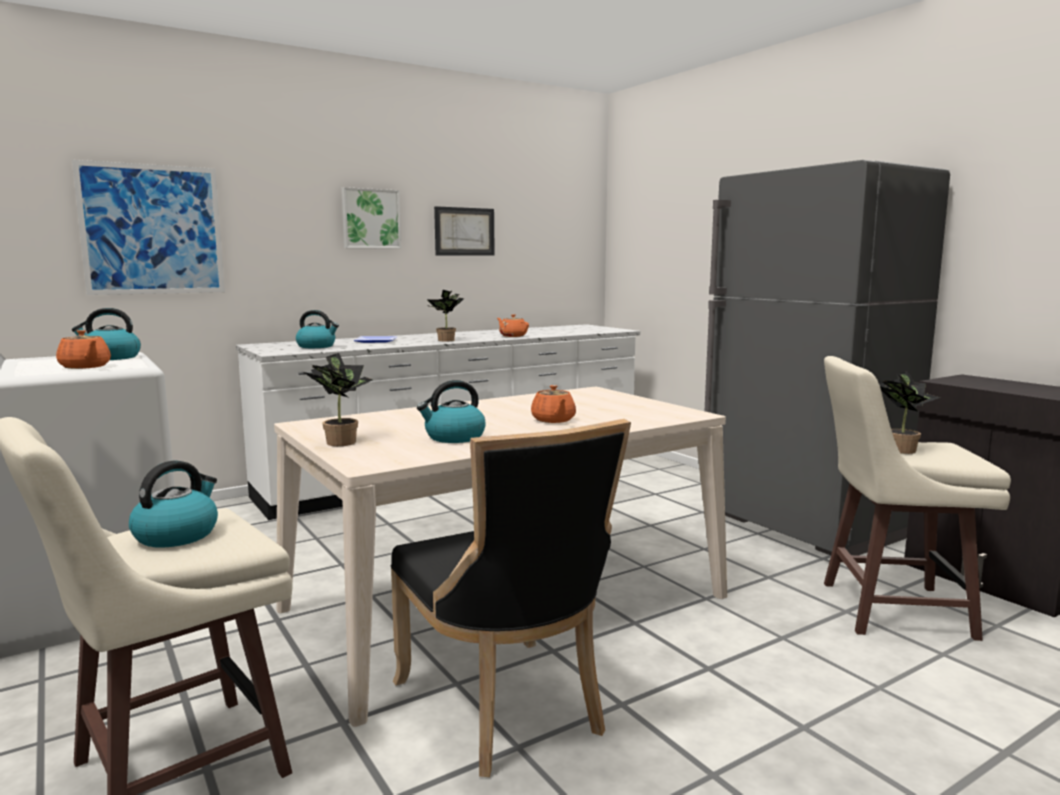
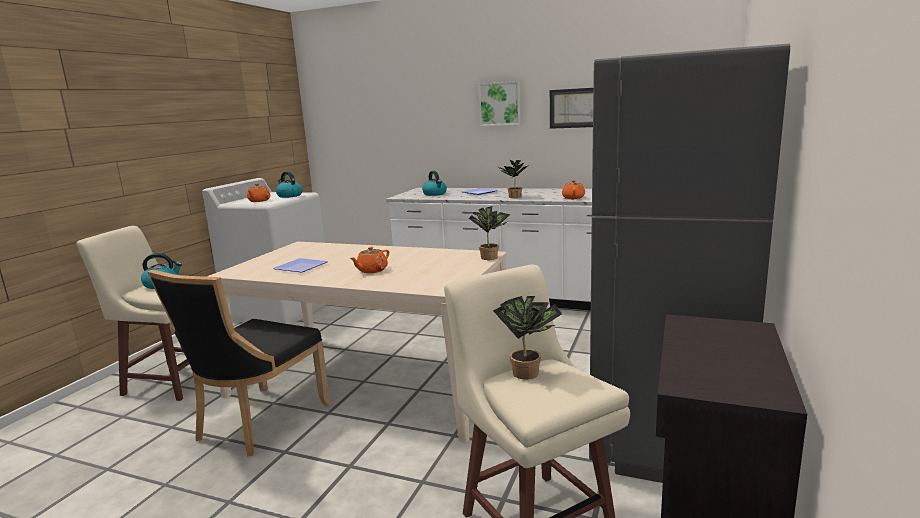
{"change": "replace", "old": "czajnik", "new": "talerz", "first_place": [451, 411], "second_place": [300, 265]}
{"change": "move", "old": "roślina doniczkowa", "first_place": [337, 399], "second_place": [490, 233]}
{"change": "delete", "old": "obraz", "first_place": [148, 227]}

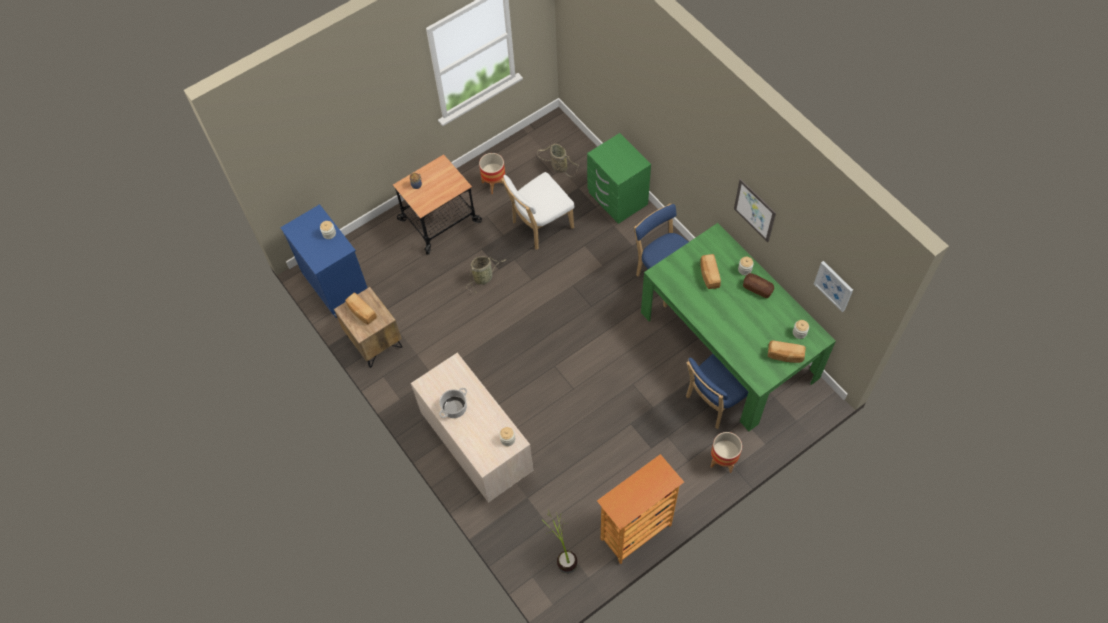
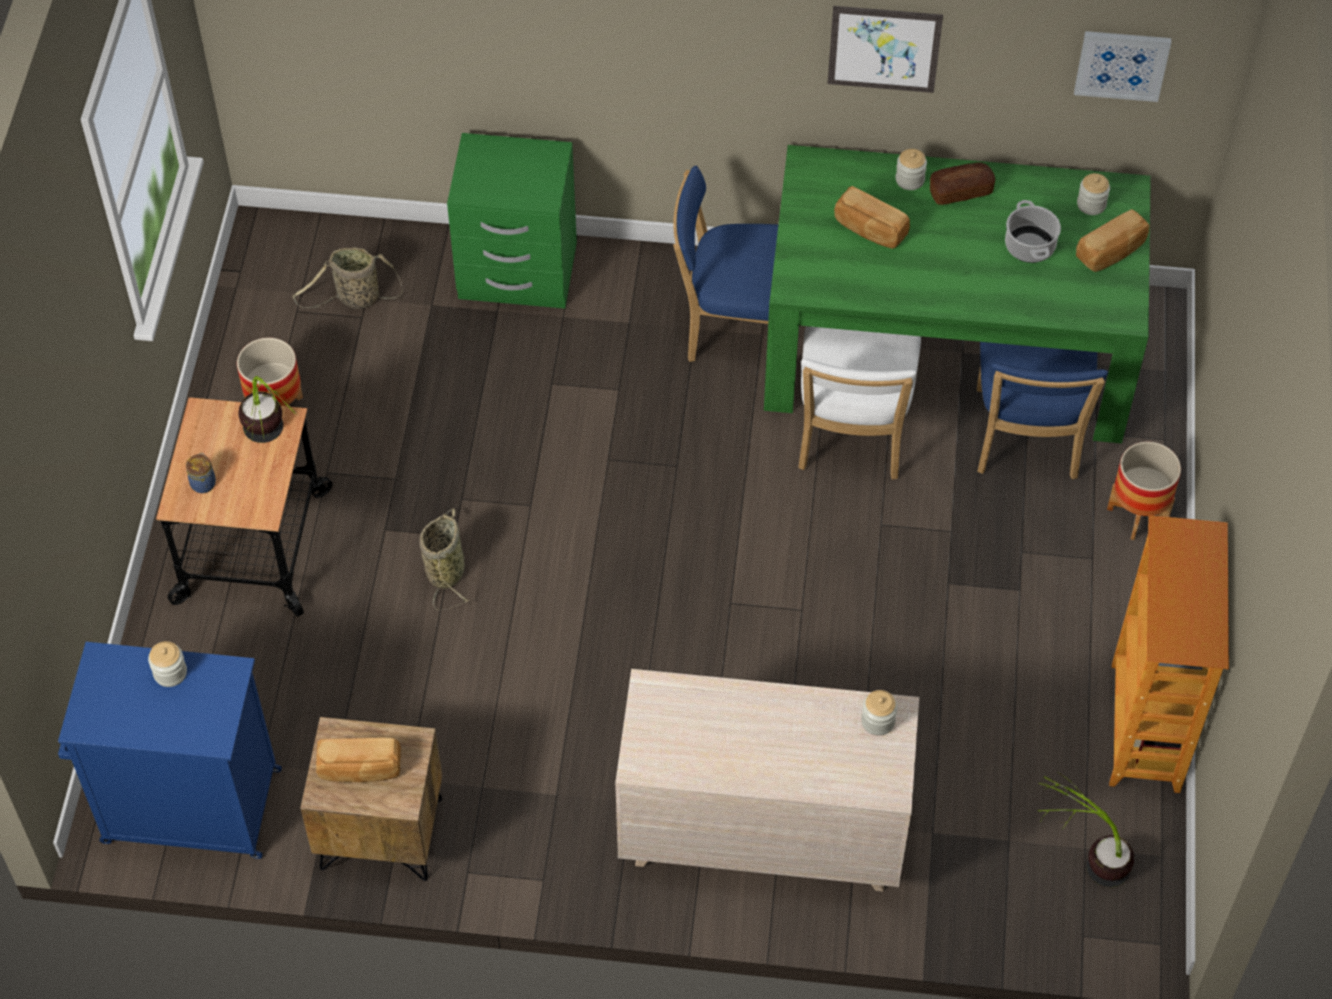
{"change": "insert", "new": "roślina doniczkowa", "second_place": [268, 409]}
{"change": "move", "old": "krzesło [biały]", "first_place": [538, 211], "second_place": [859, 403]}
{"change": "move", "old": "garnek", "first_place": [453, 403], "second_place": [1033, 231]}

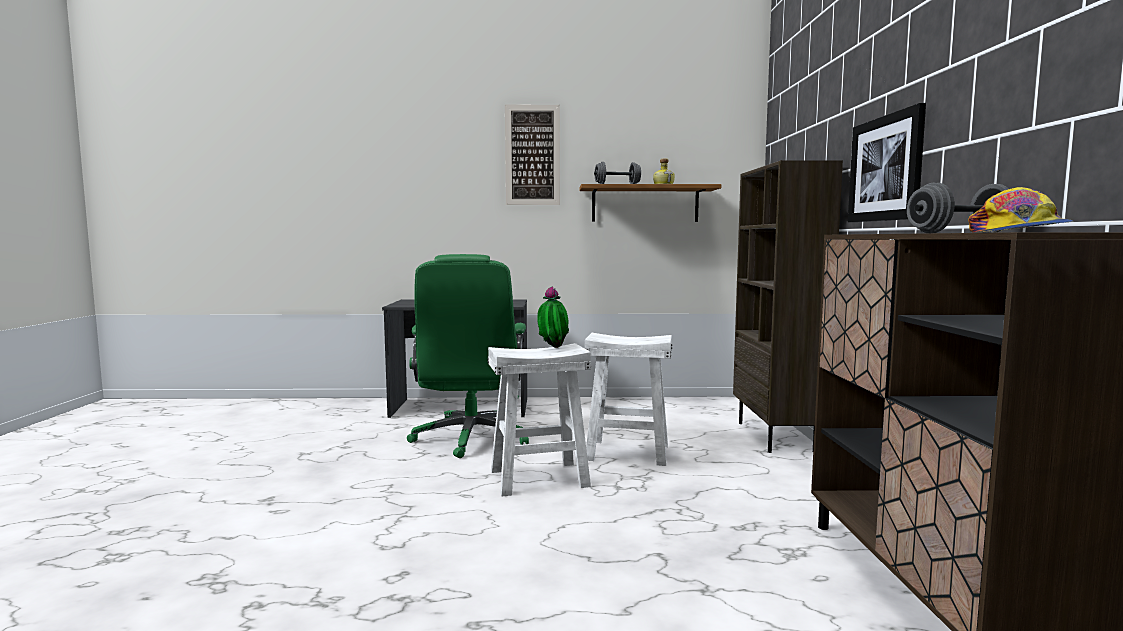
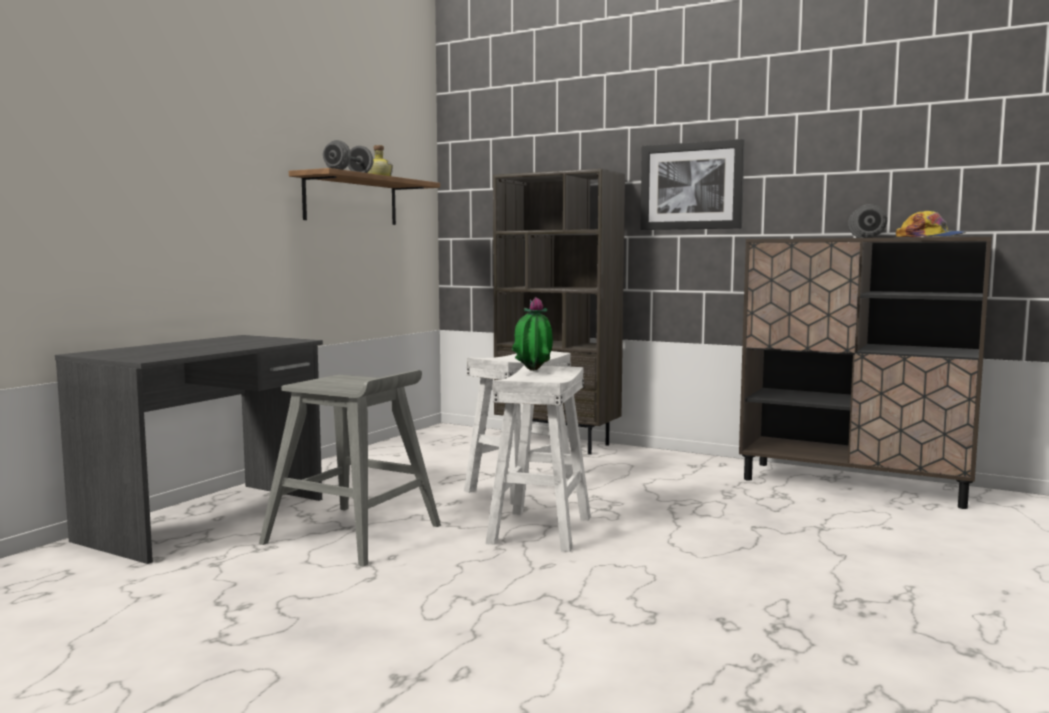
{"change": "replace", "old": "krzesło biurowe [zielony]", "new": "stołek [szary]", "first_place": [468, 356], "second_place": [350, 468]}
{"change": "delete", "old": "obraz", "first_place": [532, 155]}

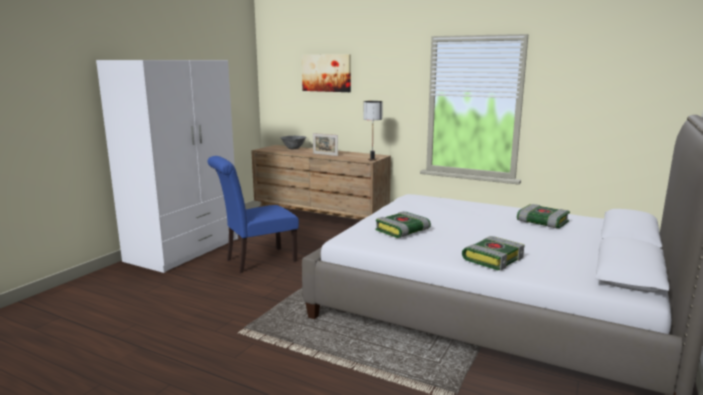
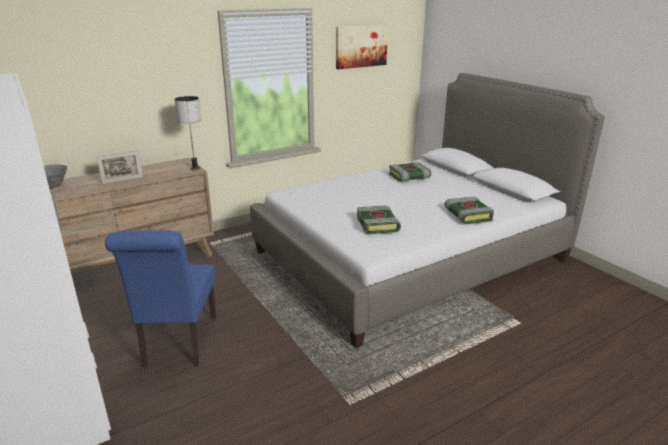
{"change": "move", "old": "obraz", "first_place": [326, 73], "second_place": [362, 46]}

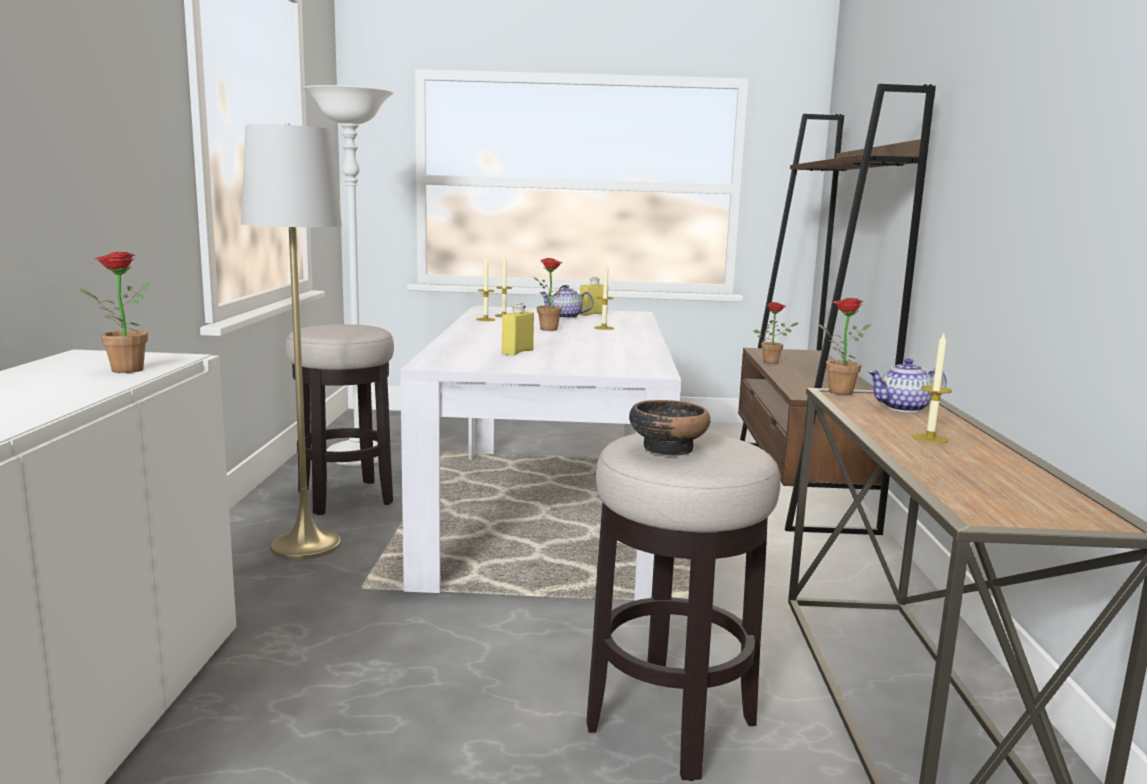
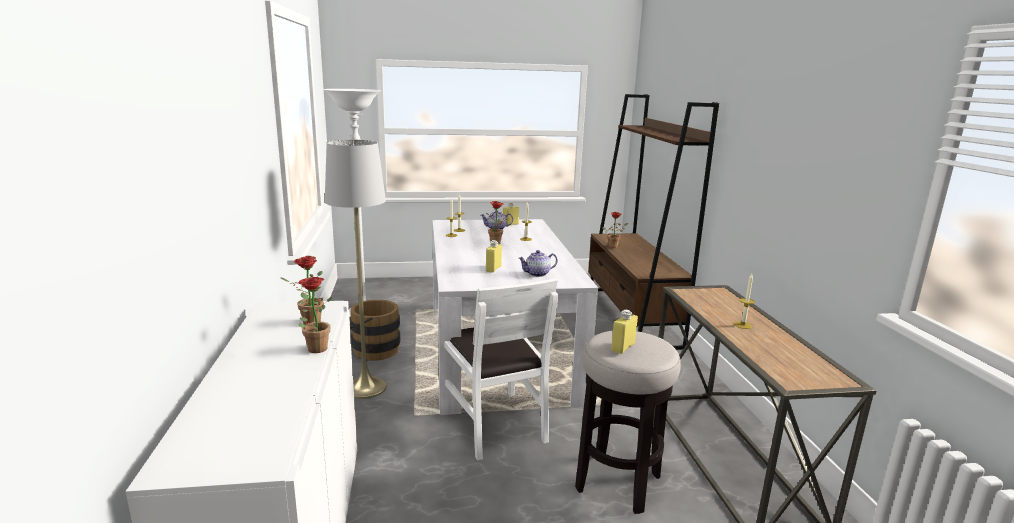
{"change": "move", "old": "roślina doniczkowa", "first_place": [844, 346], "second_place": [315, 315]}
{"change": "replace", "old": "stołek", "new": "wiadro [brązowy]", "first_place": [340, 419], "second_place": [375, 330]}
{"change": "insert", "new": "krzesło [biały]", "second_place": [501, 369]}
{"change": "move", "old": "imbryk", "first_place": [907, 385], "second_place": [538, 263]}
{"change": "replace", "old": "miska", "new": "butelka [żółty]", "first_place": [670, 428], "second_place": [624, 332]}

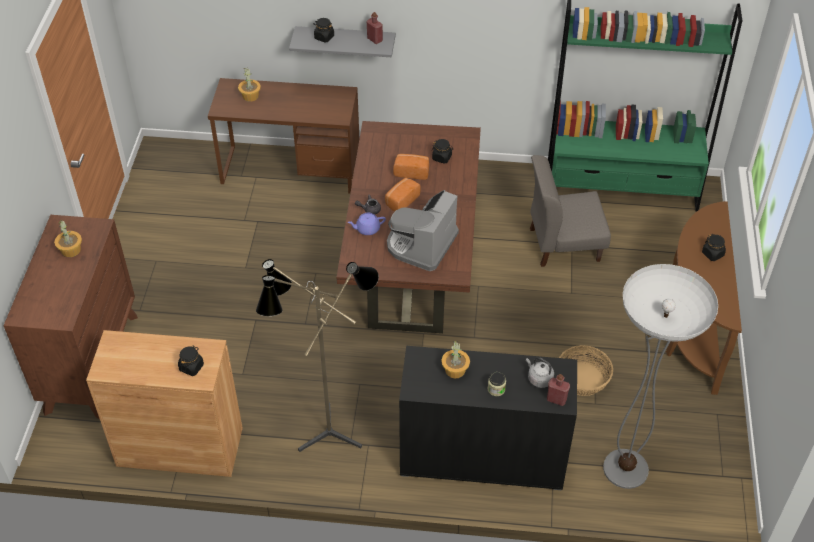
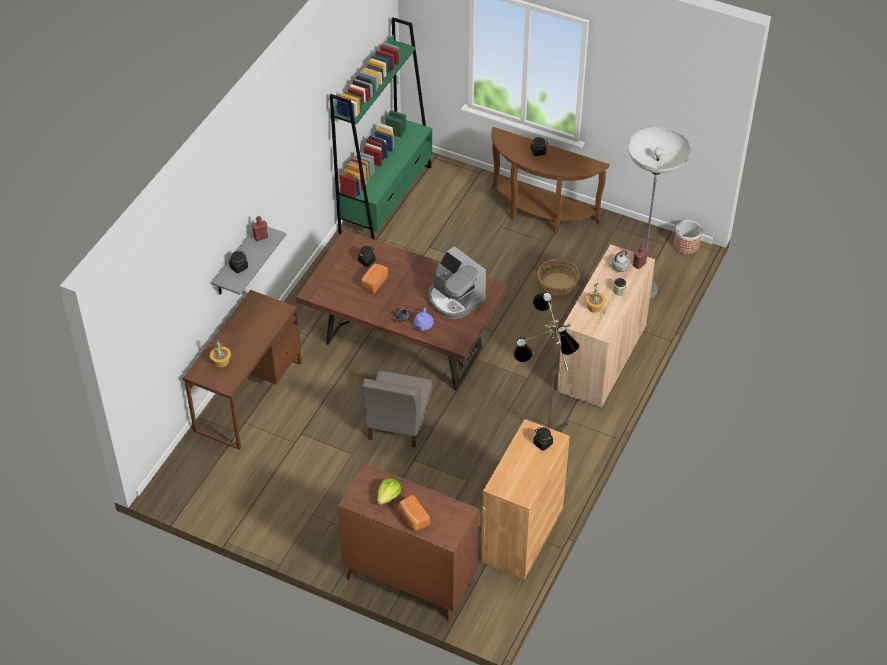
{"change": "move", "old": "krzesło [szary]", "first_place": [570, 211], "second_place": [397, 409]}
{"change": "replace", "old": "roślina doniczkowa", "new": "sałata", "first_place": [68, 238], "second_place": [389, 491]}
{"change": "move", "old": "chleb", "first_place": [402, 194], "second_place": [414, 513]}
{"change": "recolor", "old": "szafka [czarny]", "new": "szafka [beżowy]", "first_place": [488, 418], "second_place": [606, 326]}
{"change": "insert", "new": "donica", "second_place": [688, 237]}

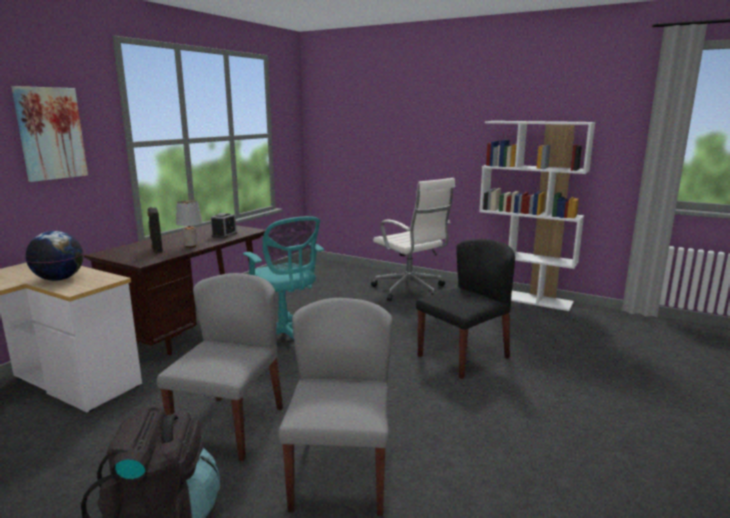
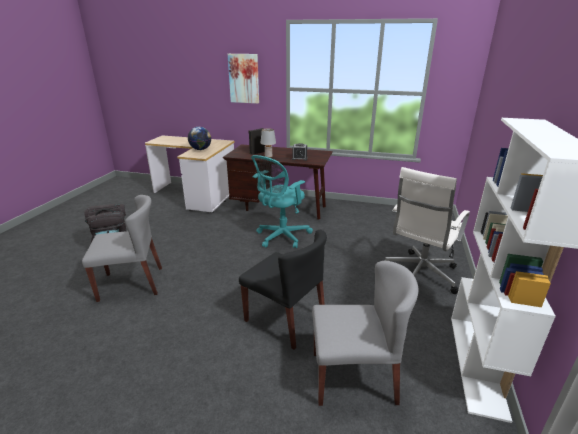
{"change": "move", "old": "krzesło [szary]", "first_place": [220, 367], "second_place": [365, 333]}

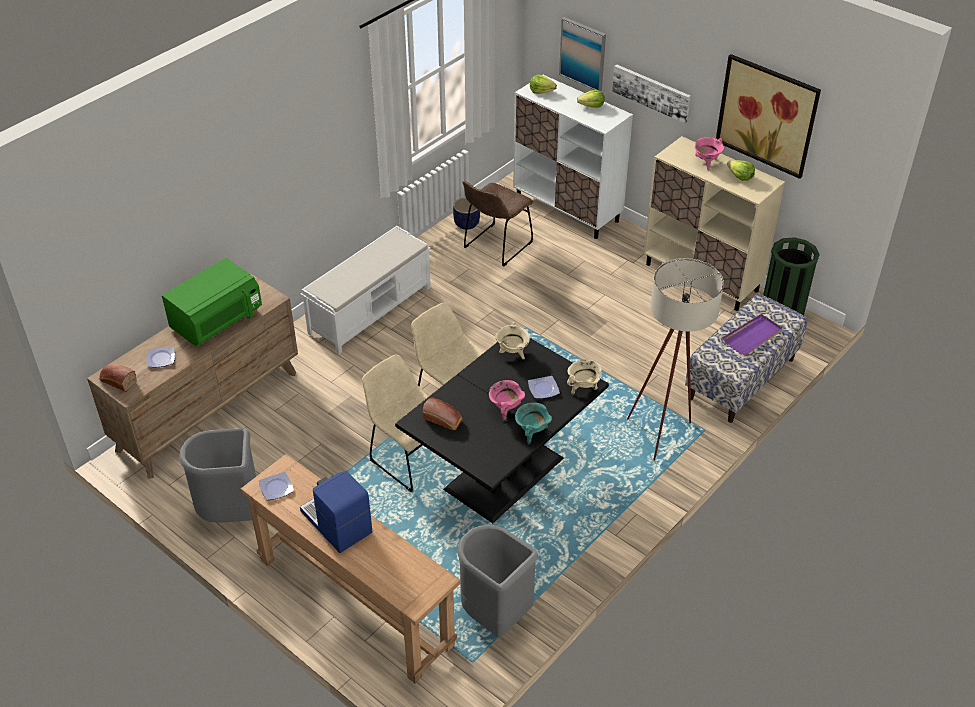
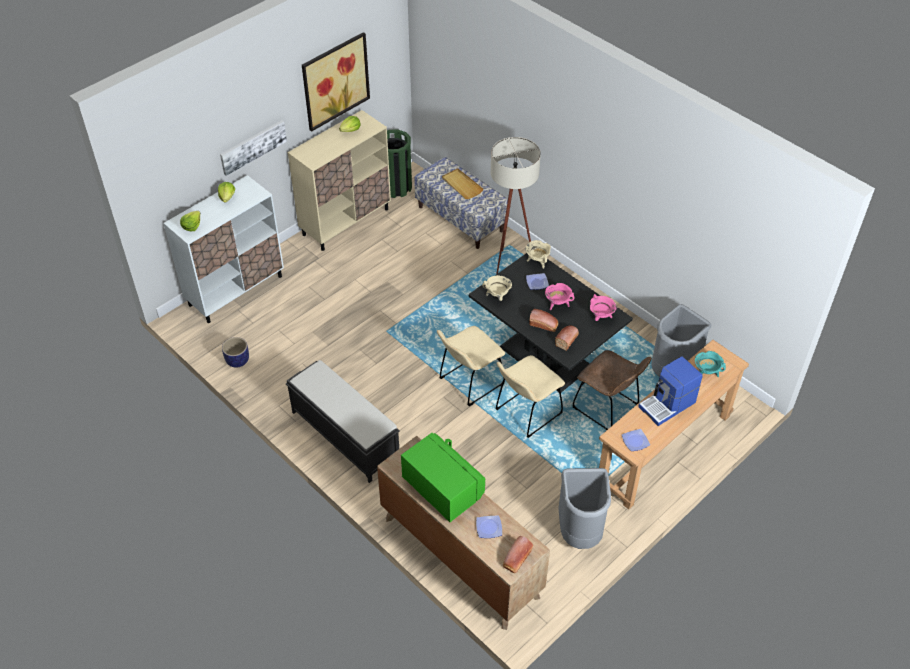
{"change": "recolor", "old": "ławka [biały]", "new": "ławka [czarny]", "first_place": [366, 290], "second_place": [343, 421]}
{"change": "recolor", "old": "taca [fioletowy]", "new": "taca [beżowy]", "first_place": [752, 334], "second_place": [463, 183]}
{"change": "insert", "new": "chleb", "second_place": [544, 320]}
{"change": "move", "old": "krzesło [brązowy]", "first_place": [498, 223], "second_place": [612, 390]}
{"change": "move", "old": "garnek [różowy]", "first_place": [709, 153], "second_place": [603, 307]}
{"change": "move", "old": "garnek [turkusowy]", "first_place": [533, 423], "second_place": [710, 364]}
{"change": "delete", "old": "obraz", "first_place": [582, 54]}

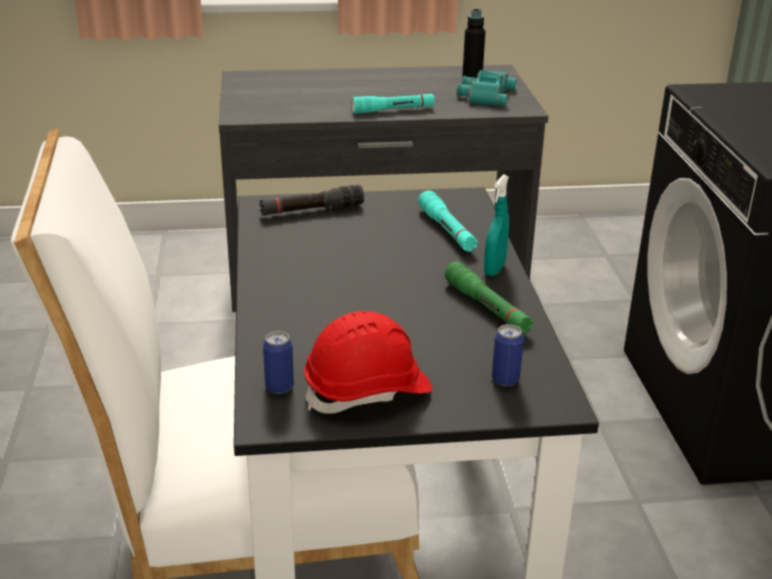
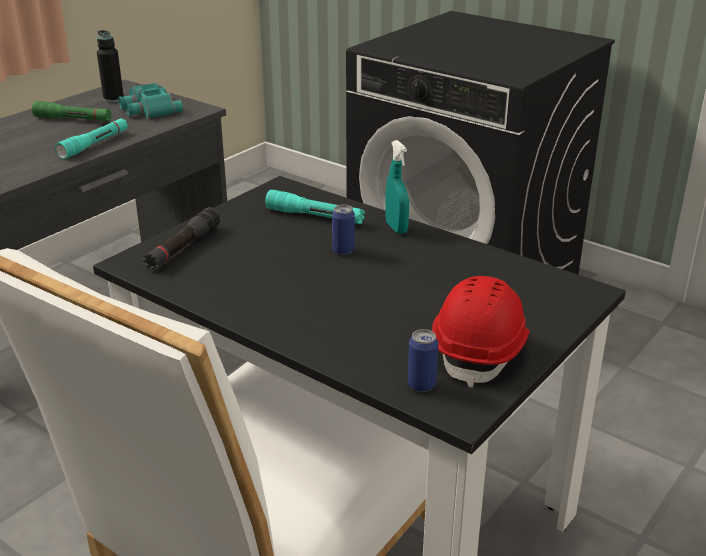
{"change": "move", "old": "latarka [zielony]", "first_place": [489, 298], "second_place": [72, 111]}
{"change": "move", "old": "puszka", "first_place": [508, 355], "second_place": [343, 230]}

